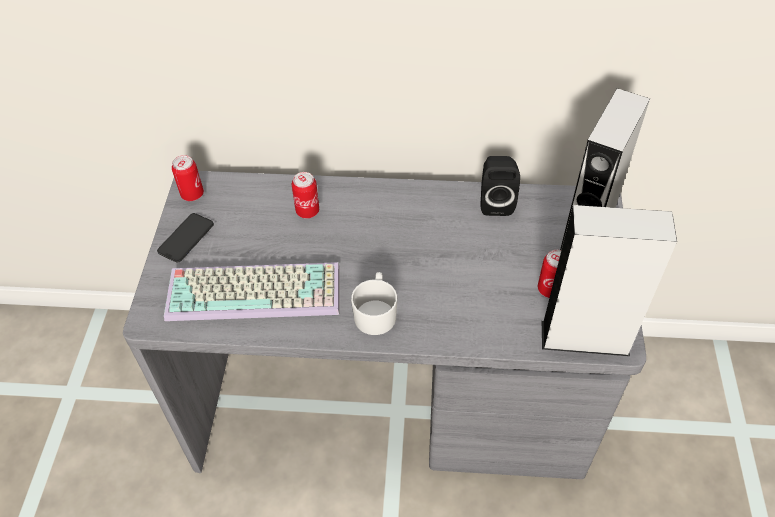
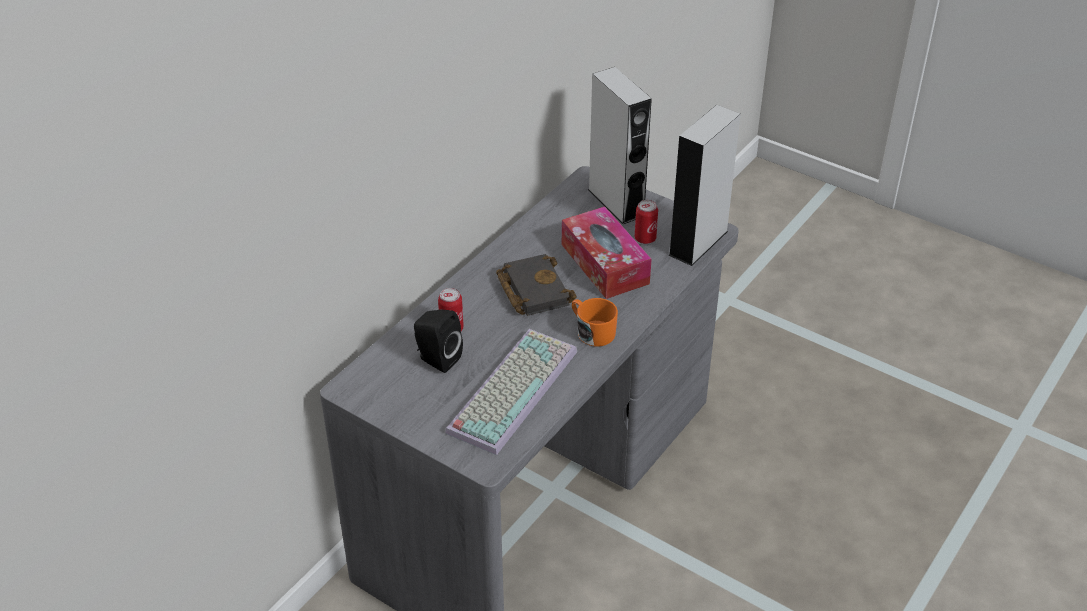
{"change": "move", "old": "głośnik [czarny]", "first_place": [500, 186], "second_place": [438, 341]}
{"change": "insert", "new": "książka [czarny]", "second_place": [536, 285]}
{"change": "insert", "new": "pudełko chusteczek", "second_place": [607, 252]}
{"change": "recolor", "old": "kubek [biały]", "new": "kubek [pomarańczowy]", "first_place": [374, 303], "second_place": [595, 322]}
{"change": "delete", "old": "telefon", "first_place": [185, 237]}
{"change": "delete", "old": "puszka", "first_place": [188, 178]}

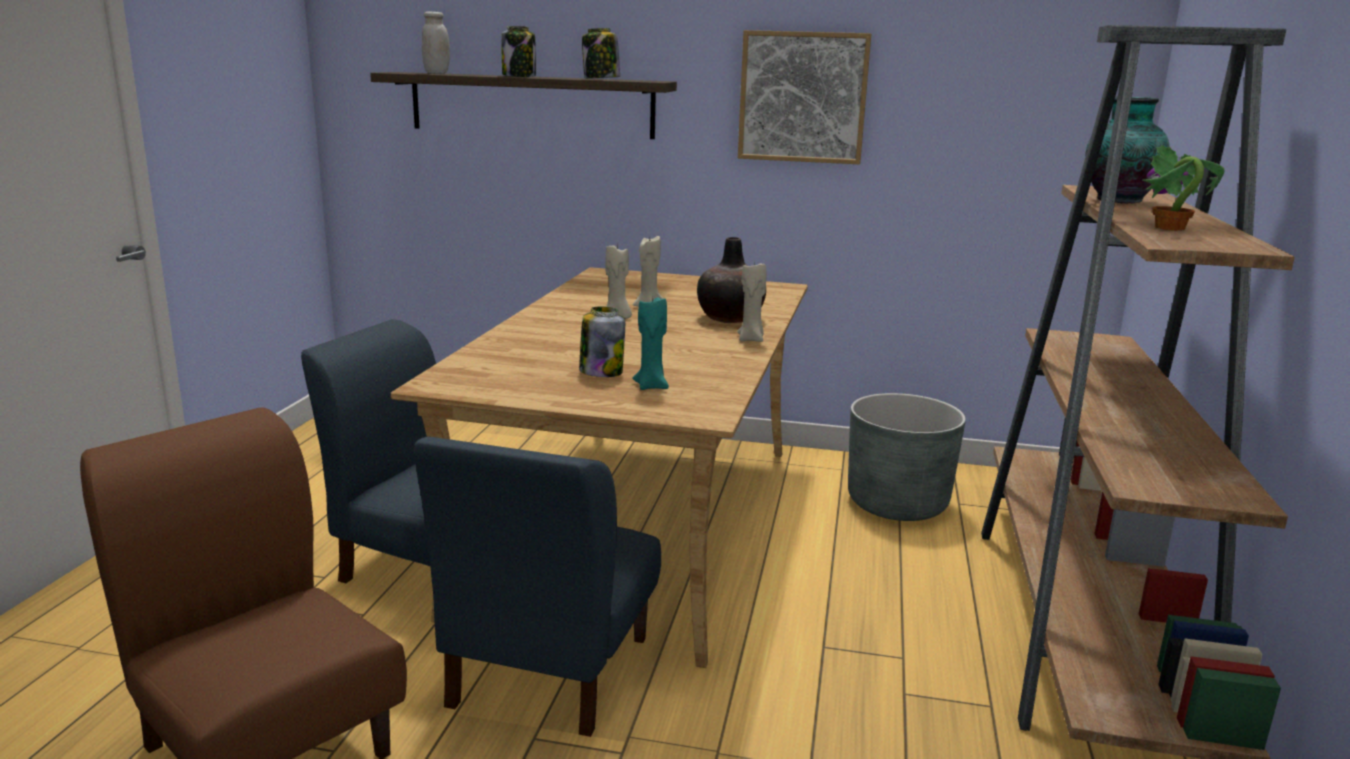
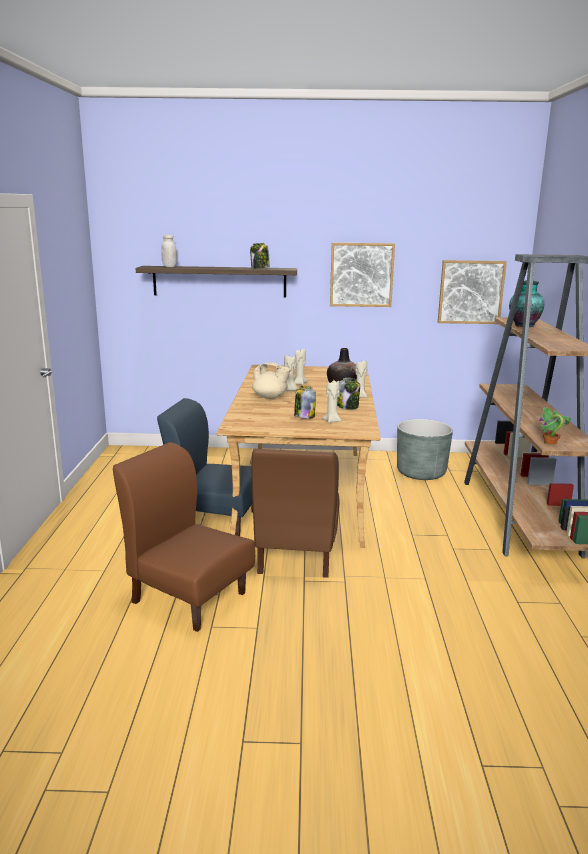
{"change": "recolor", "old": "krzesło [niebieski]", "new": "krzesło [brązowy]", "first_place": [537, 586], "second_place": [295, 513]}
{"change": "insert", "new": "imbryk [beżowy]", "second_place": [271, 380]}
{"change": "recolor", "old": "świeca [turkusowy]", "new": "świeca [beżowy]", "first_place": [650, 343], "second_place": [331, 401]}
{"change": "move", "old": "słoik", "first_place": [518, 51], "second_place": [348, 394]}
{"change": "insert", "new": "obraz", "second_place": [472, 292]}
{"change": "move", "old": "roślina doniczkowa", "first_place": [1183, 188], "second_place": [555, 426]}

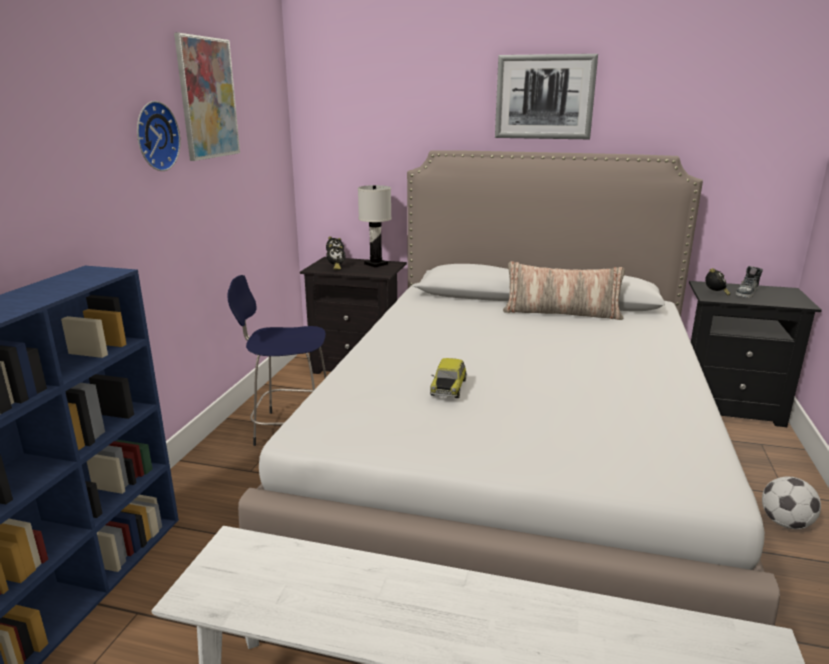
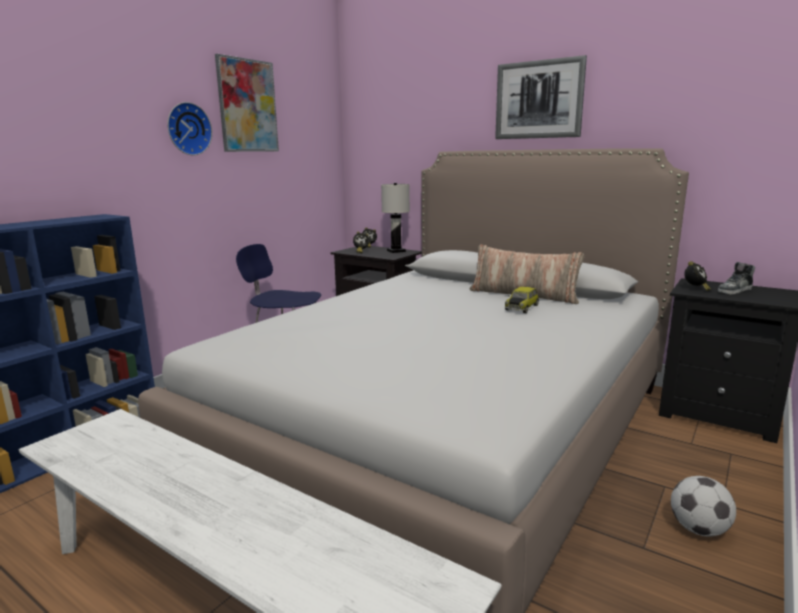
{"change": "move", "old": "samochodzik", "first_place": [448, 378], "second_place": [522, 300]}

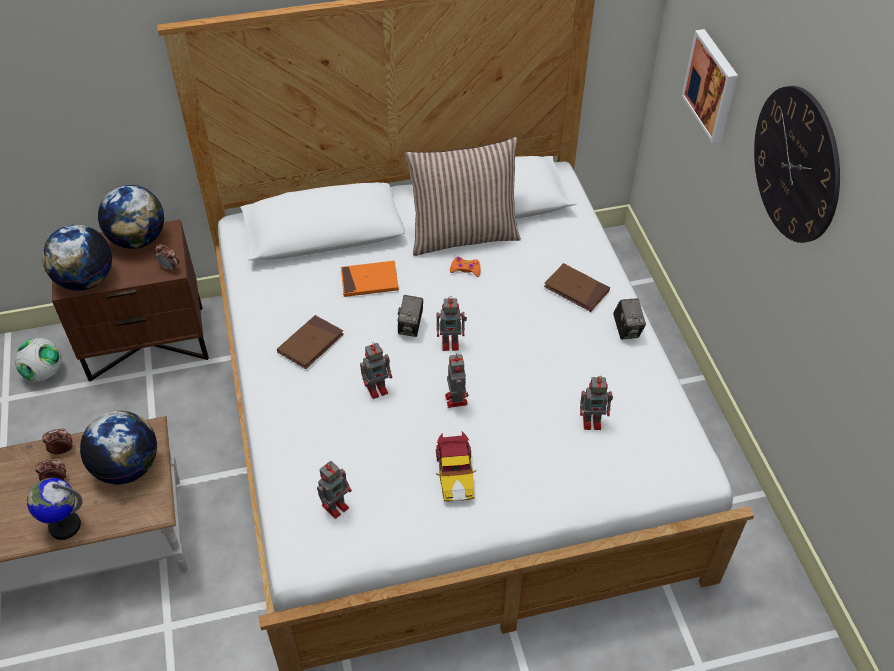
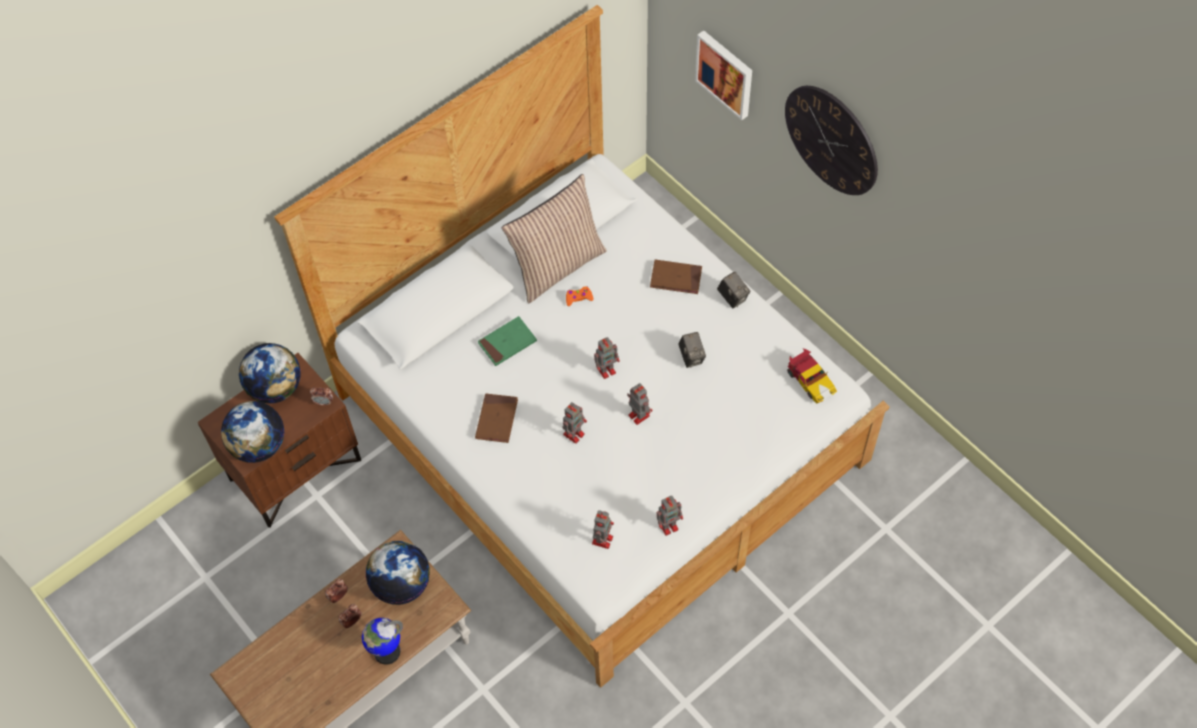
{"change": "recolor", "old": "książka [pomarańczowy]", "new": "książka [zielony]", "first_place": [370, 279], "second_place": [507, 341]}
{"change": "move", "old": "robot zabawkowy", "first_place": [596, 403], "second_place": [670, 516]}
{"change": "move", "old": "aparat fotograficzny", "first_place": [410, 316], "second_place": [692, 350]}
{"change": "move", "old": "samochodzik", "first_place": [456, 466], "second_place": [812, 376]}
{"change": "delete", "old": "piłka futbolowa", "first_place": [38, 360]}

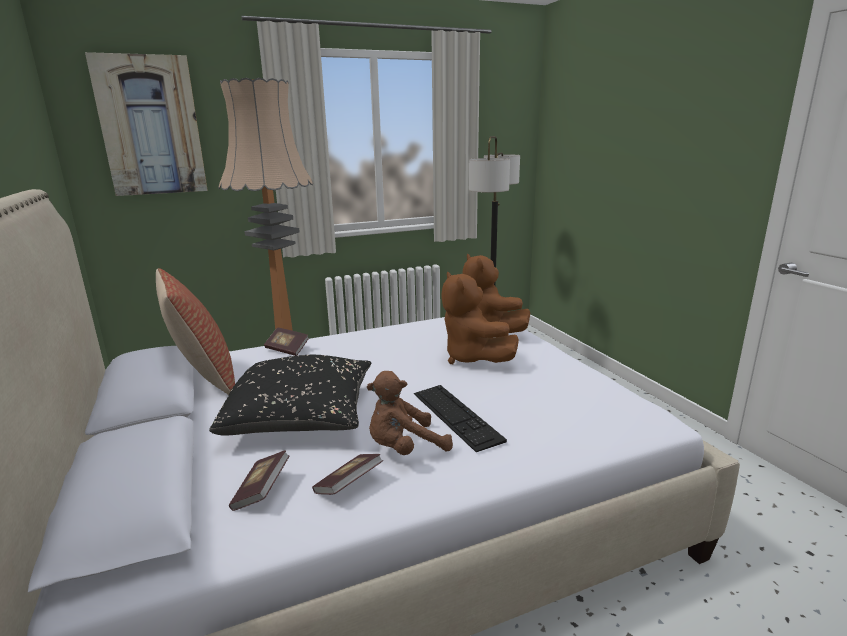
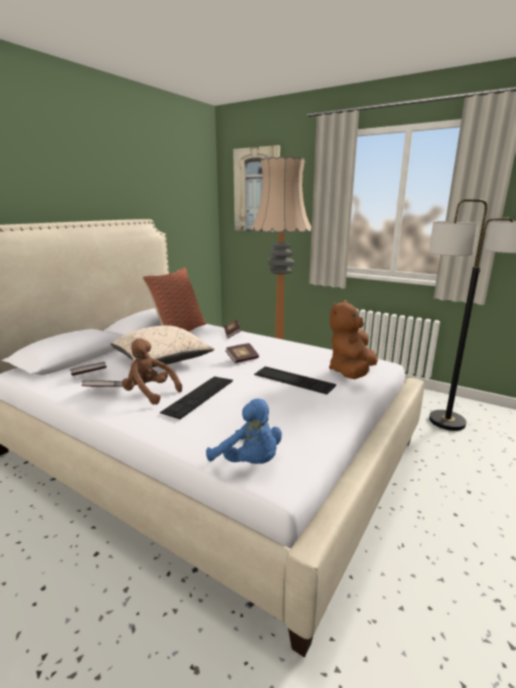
{"change": "recolor", "old": "poduszka [czarny]", "new": "poduszka [beżowy]", "first_place": [290, 395], "second_place": [162, 346]}
{"change": "insert", "new": "pluszak [niebieski]", "second_place": [244, 431]}
{"change": "insert", "new": "książka", "second_place": [242, 353]}
{"change": "replace", "old": "pluszak [brązowy]", "new": "klawiatura", "first_place": [480, 317], "second_place": [295, 380]}

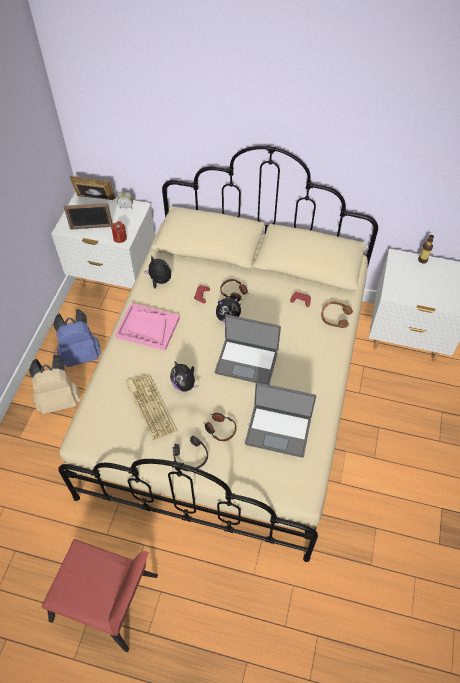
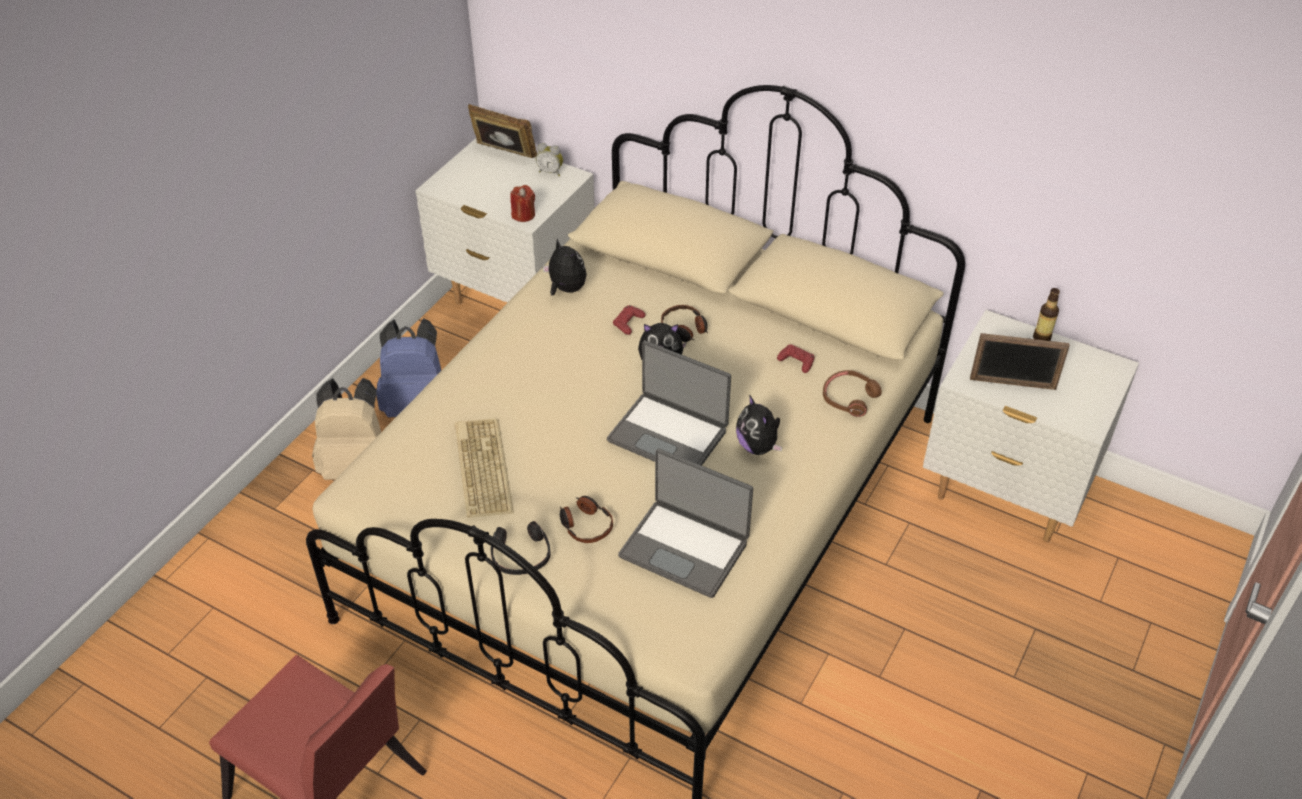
{"change": "move", "old": "pluszak", "first_place": [184, 376], "second_place": [759, 424]}
{"change": "move", "old": "ramka na zdjęcie", "first_place": [88, 216], "second_place": [1020, 361]}
{"change": "delete", "old": "taca [różowy]", "first_place": [147, 327]}

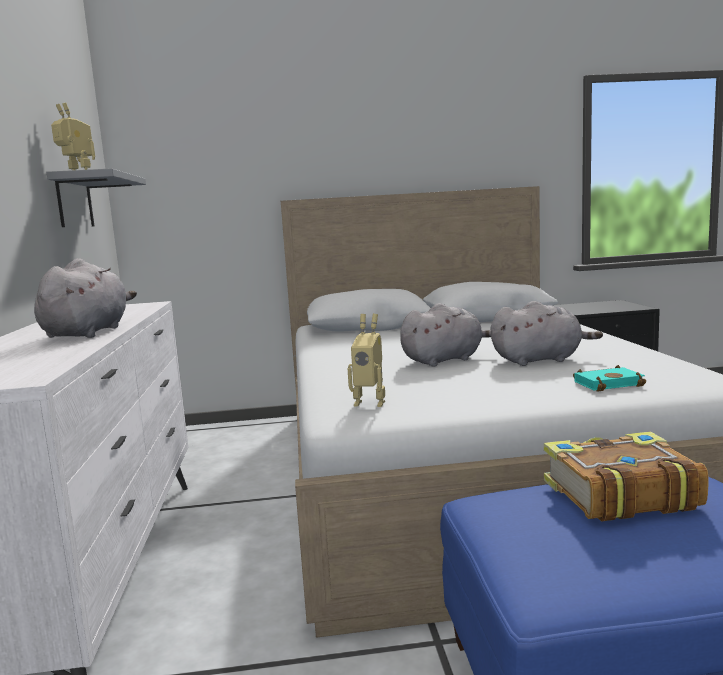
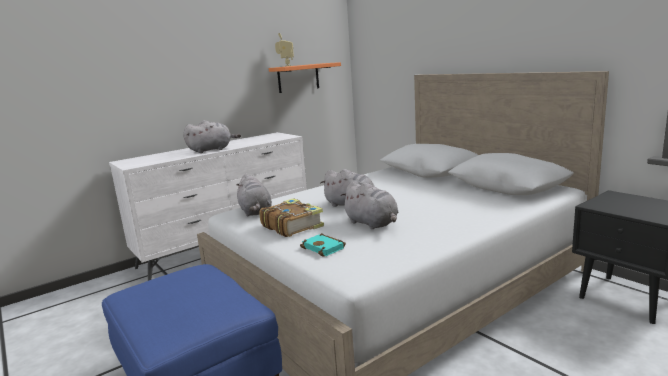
{"change": "replace", "old": "robot zabawkowy", "new": "pluszak [szary]", "first_place": [366, 360], "second_place": [254, 195]}
{"change": "move", "old": "książka", "first_place": [626, 476], "second_place": [291, 217]}
{"change": "recolor", "old": "półka [szary]", "new": "półka [pomarańczowy]", "first_place": [96, 197], "second_place": [305, 77]}

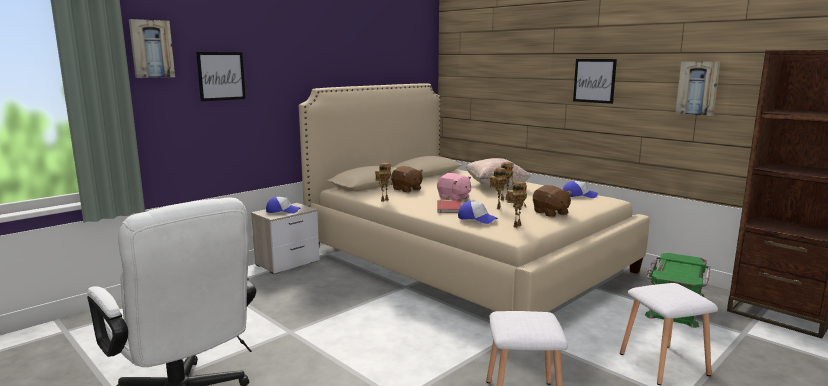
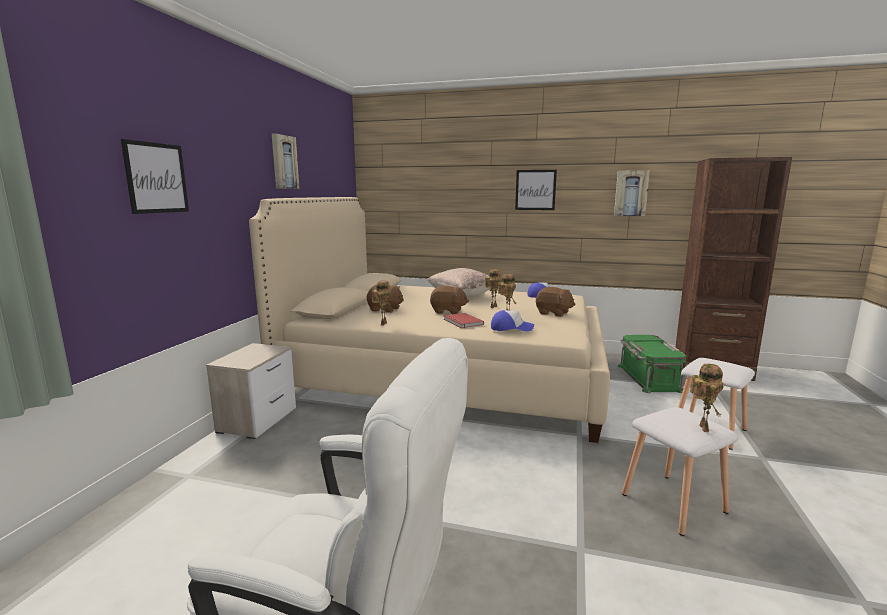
{"change": "move", "old": "obraz", "first_place": [152, 48], "second_place": [286, 161]}
{"change": "recolor", "old": "pluszak [różowy]", "new": "pluszak [brązowy]", "first_place": [454, 187], "second_place": [449, 300]}
{"change": "move", "old": "robot zabawkowy", "first_place": [517, 204], "second_place": [707, 398]}
{"change": "delete", "old": "czapka z daszkiem", "first_place": [283, 205]}

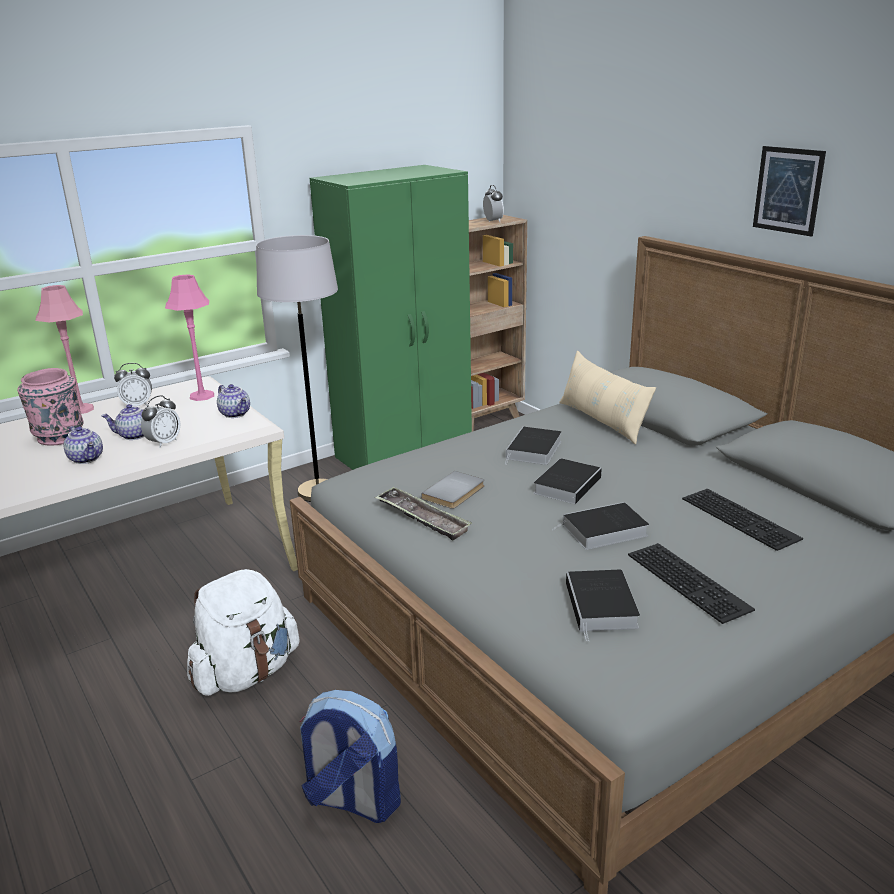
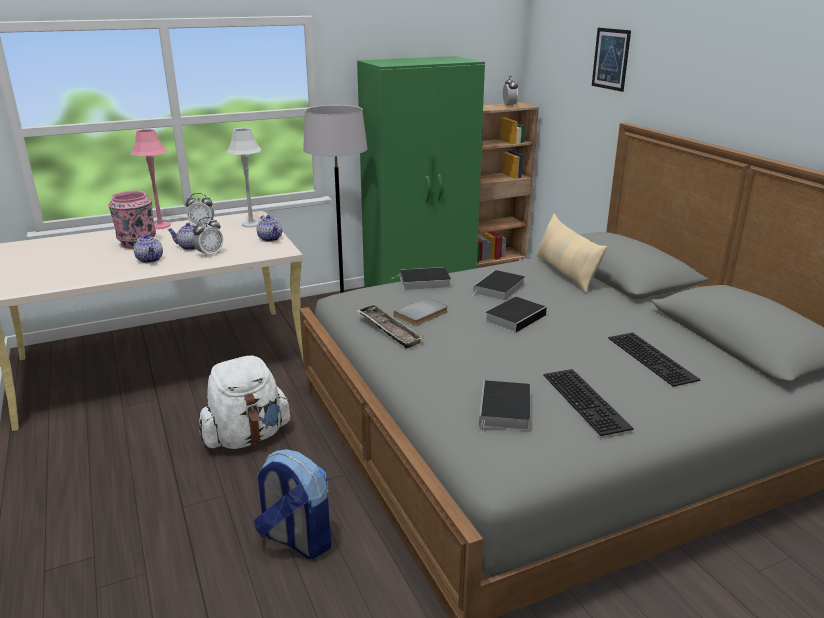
{"change": "recolor", "old": "lampa stołowa [różowy]", "new": "lampa stołowa [szary]", "first_place": [189, 337], "second_place": [243, 178]}
{"change": "move", "old": "książka", "first_place": [601, 526], "second_place": [421, 279]}
{"change": "move", "old": "obraz", "first_place": [789, 191], "second_place": [611, 60]}

